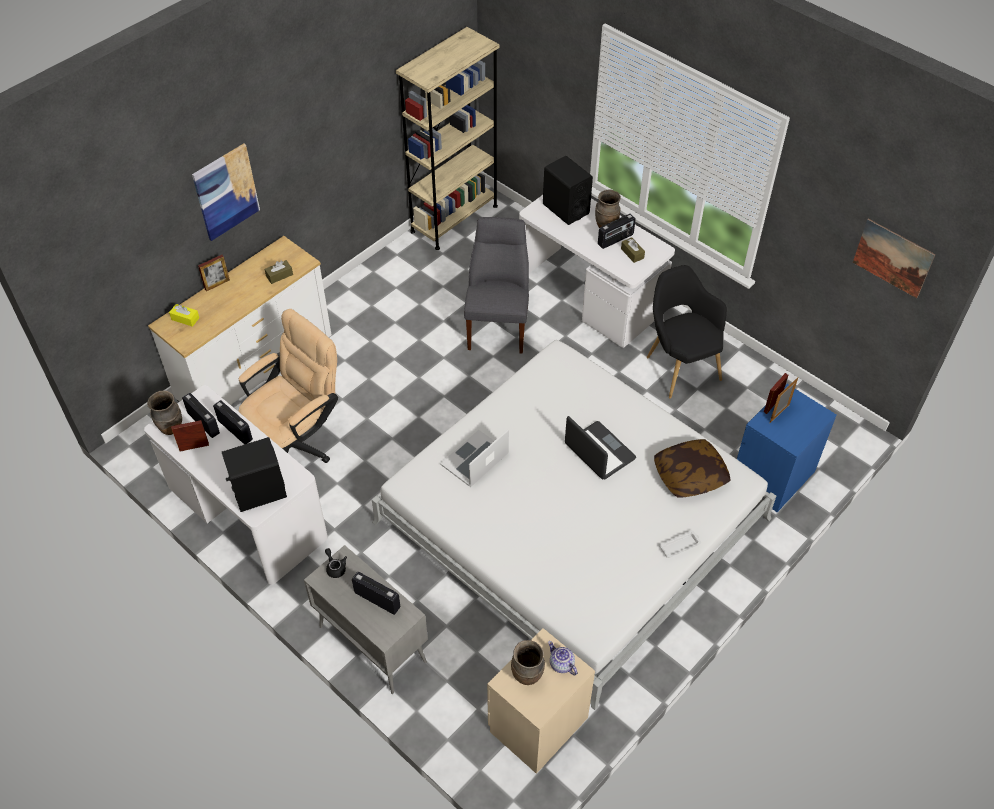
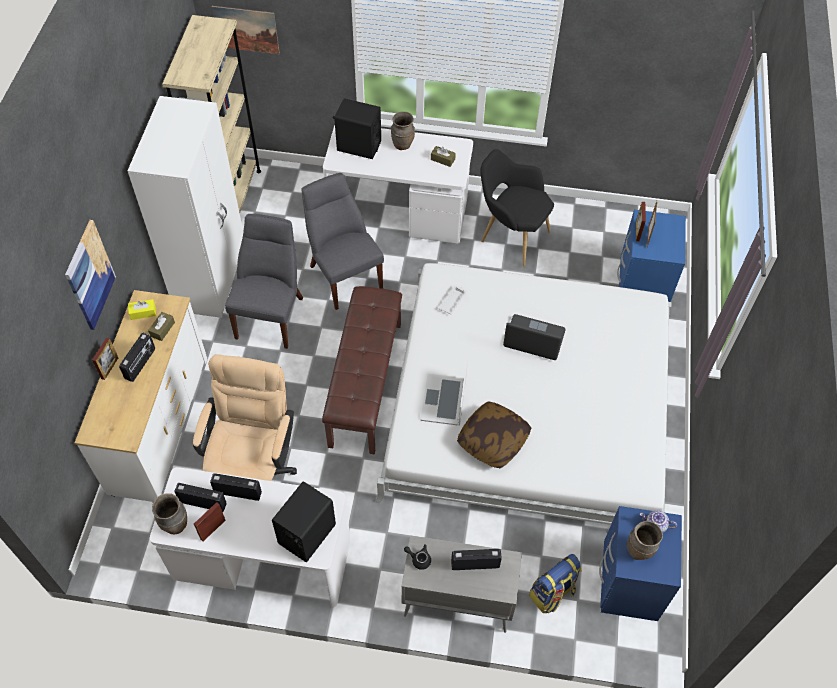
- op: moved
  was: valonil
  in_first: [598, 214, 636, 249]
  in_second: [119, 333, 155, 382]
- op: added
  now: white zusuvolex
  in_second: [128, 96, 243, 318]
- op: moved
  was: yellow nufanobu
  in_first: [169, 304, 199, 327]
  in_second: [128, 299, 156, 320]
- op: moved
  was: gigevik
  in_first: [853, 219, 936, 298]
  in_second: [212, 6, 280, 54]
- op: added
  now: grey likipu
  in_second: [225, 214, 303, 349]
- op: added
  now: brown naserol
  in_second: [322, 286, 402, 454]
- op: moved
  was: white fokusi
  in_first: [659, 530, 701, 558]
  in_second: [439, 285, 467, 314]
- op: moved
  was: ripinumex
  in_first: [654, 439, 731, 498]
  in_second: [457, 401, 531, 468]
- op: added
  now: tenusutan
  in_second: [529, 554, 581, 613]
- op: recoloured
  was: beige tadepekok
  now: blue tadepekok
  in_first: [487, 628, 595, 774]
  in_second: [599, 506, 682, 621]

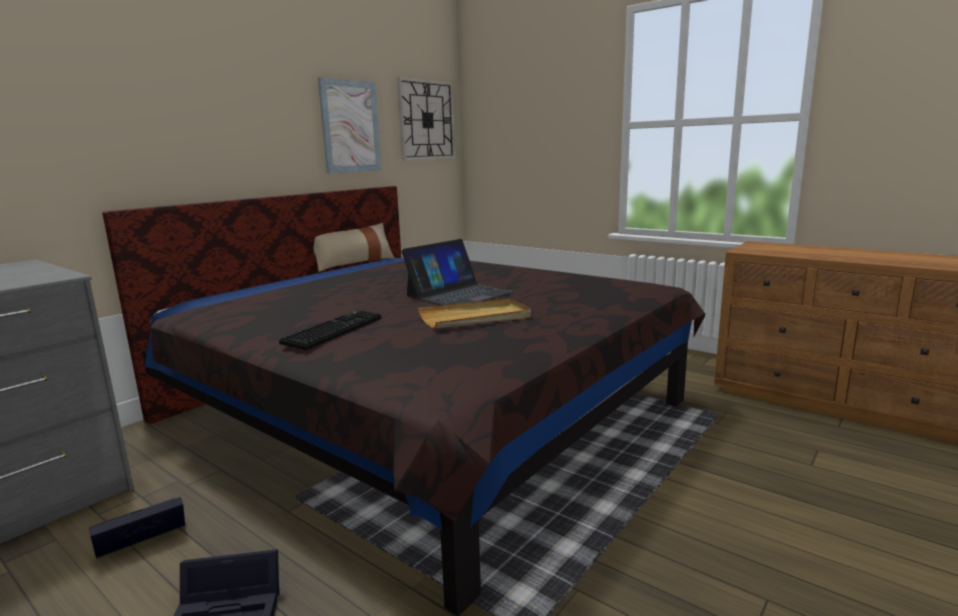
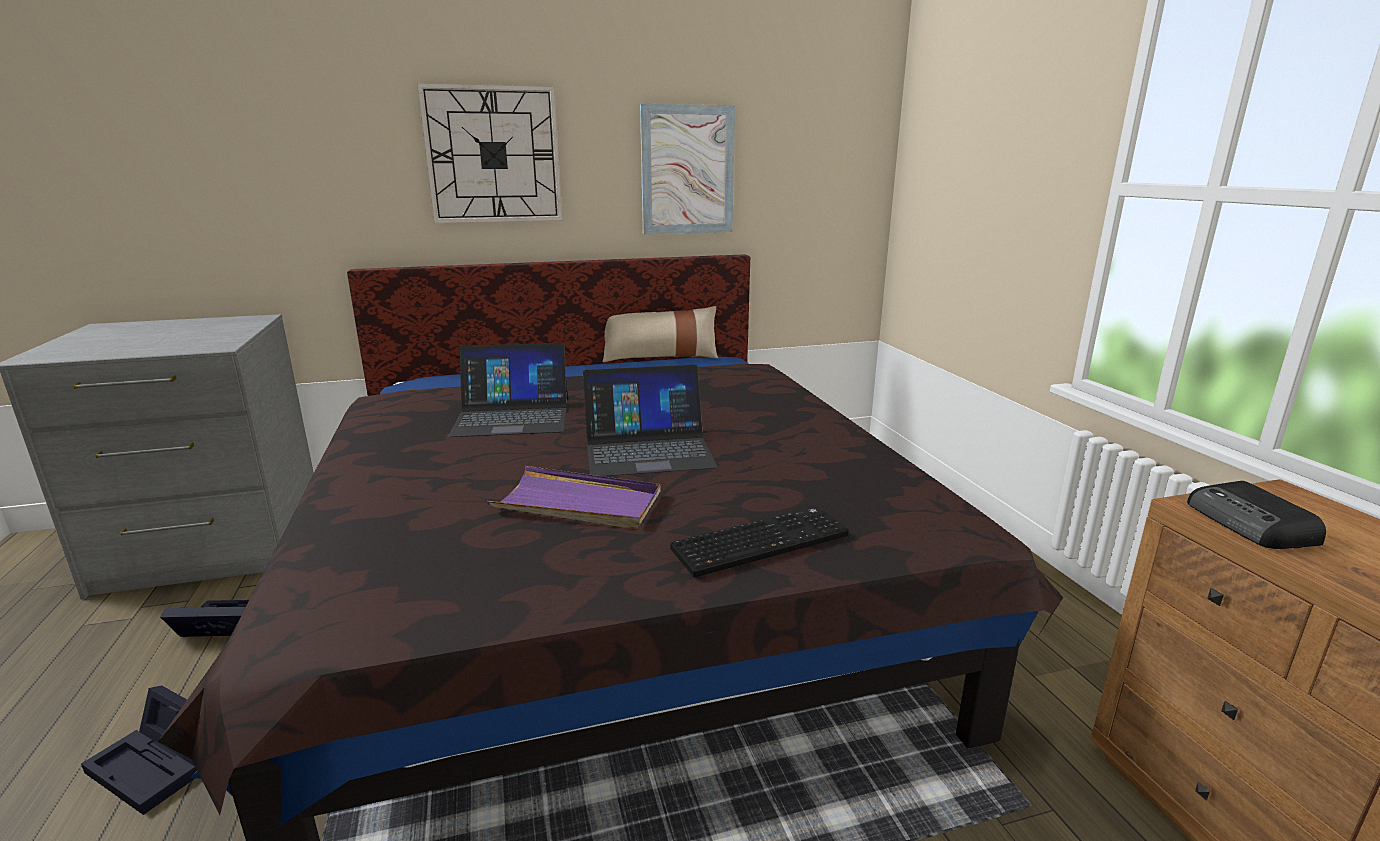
- op: moved
  was: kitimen
  in_first: [397, 77, 455, 160]
  in_second: [417, 83, 562, 223]
- op: added
  now: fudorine
  in_second: [448, 343, 568, 437]
- op: recoloured
  was: beige fokusi
  now: purple fokusi
  in_first: [418, 298, 531, 328]
  in_second: [487, 466, 661, 529]
- op: moved
  was: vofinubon
  in_first: [279, 310, 382, 350]
  in_second: [670, 507, 849, 577]
- op: added
  now: valonil
  in_second: [1187, 481, 1326, 549]

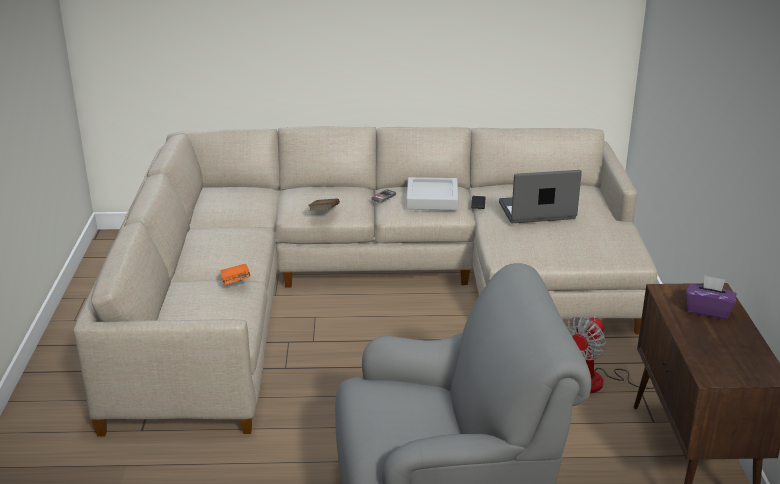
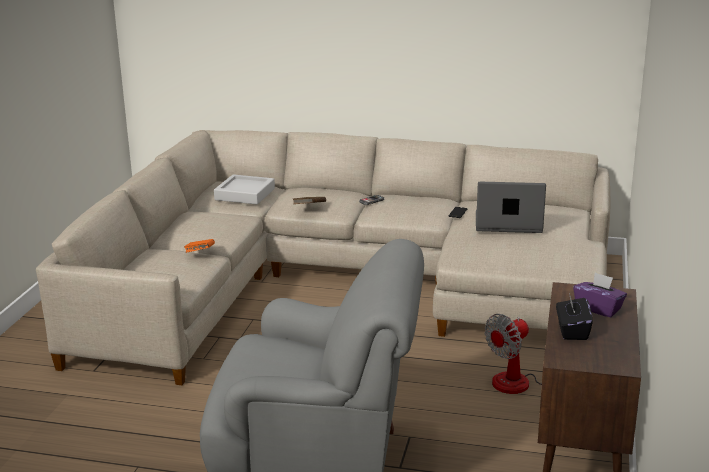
- op: moved
  was: grey fokusi
  in_first: [406, 177, 458, 210]
  in_second: [214, 174, 275, 205]
- op: added
  now: black nufanobu
  in_second: [556, 293, 593, 340]

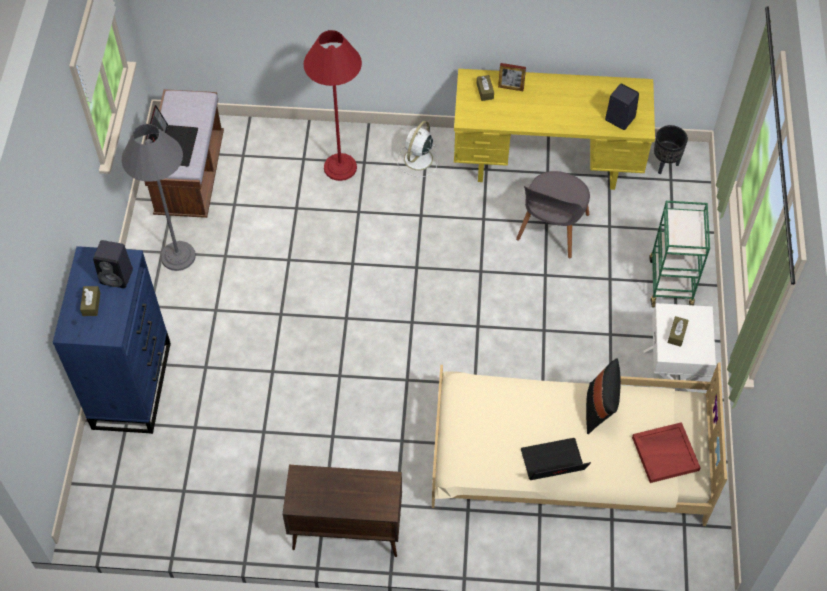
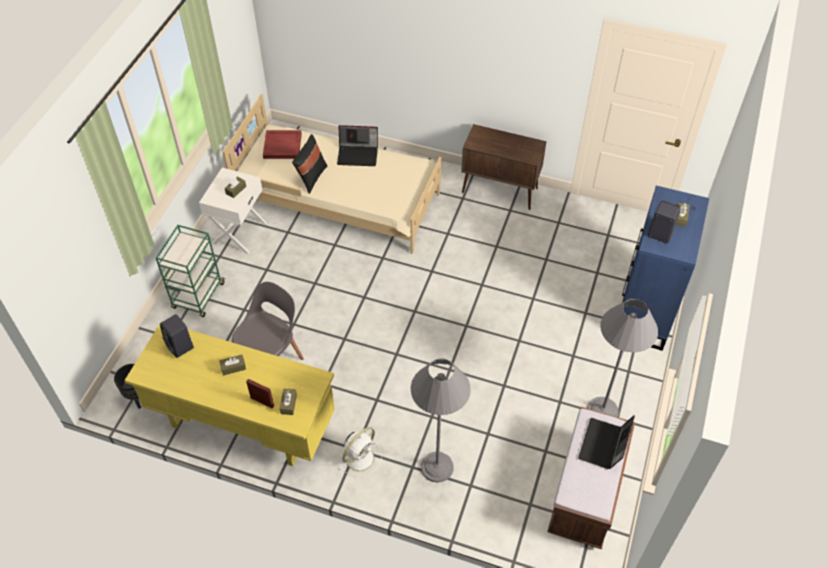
- op: added
  now: brown nufanobu
  in_second: [219, 355, 246, 376]
- op: recoloured
  was: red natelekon
  now: grey natelekon
  in_first: [304, 30, 362, 181]
  in_second: [411, 359, 471, 483]

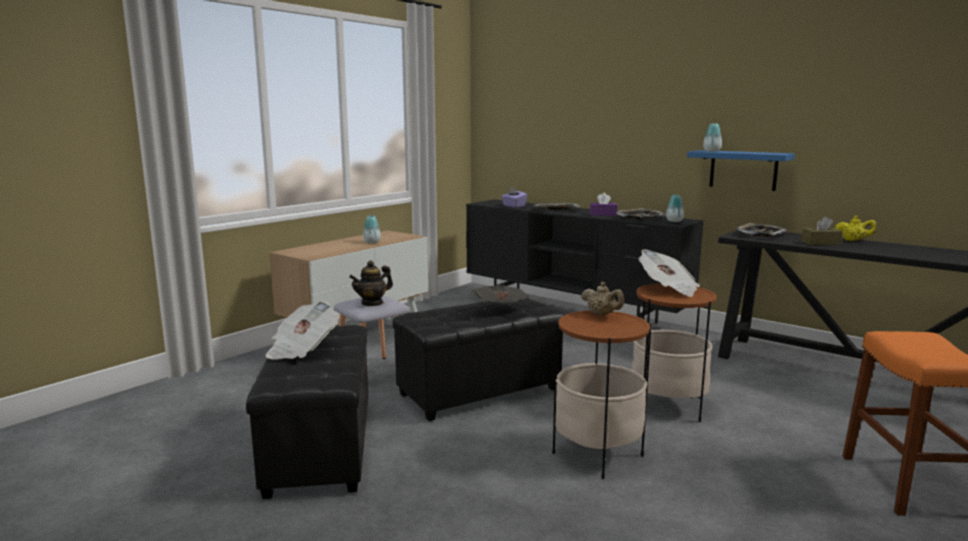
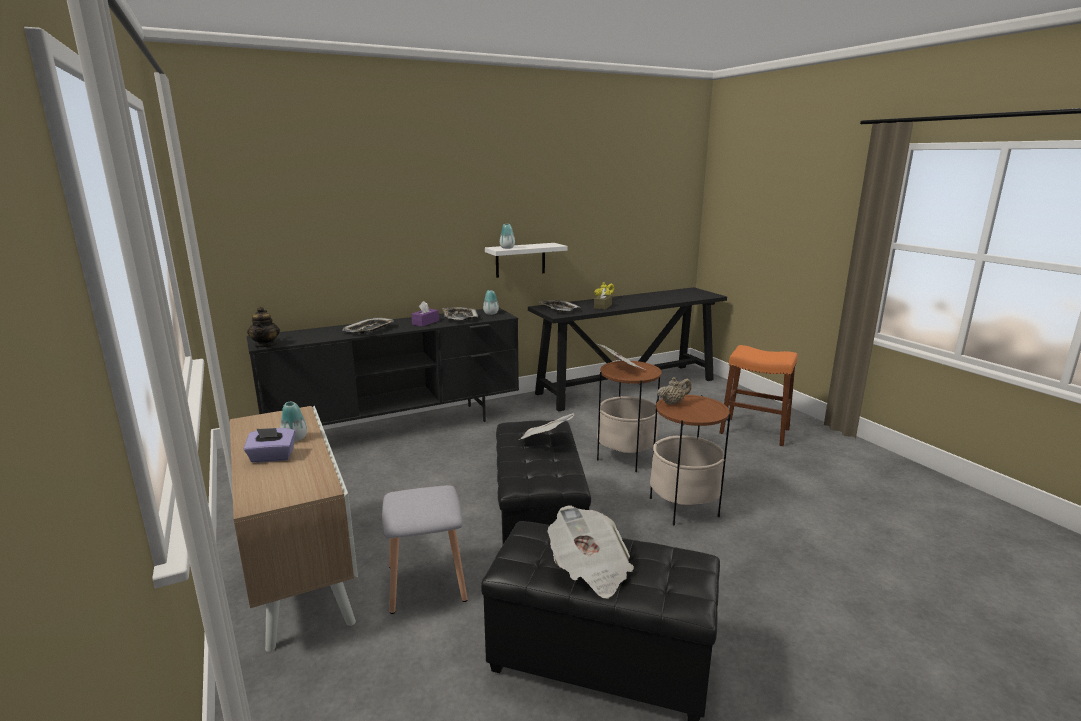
- op: moved
  was: purple nufanobu
  in_first: [501, 187, 527, 208]
  in_second: [244, 428, 295, 463]
- op: moved
  was: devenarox
  in_first: [349, 261, 393, 306]
  in_second: [247, 307, 280, 348]
- op: recoloured
  was: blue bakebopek
  now: white bakebopek
  in_first: [687, 150, 795, 191]
  in_second: [485, 243, 567, 278]

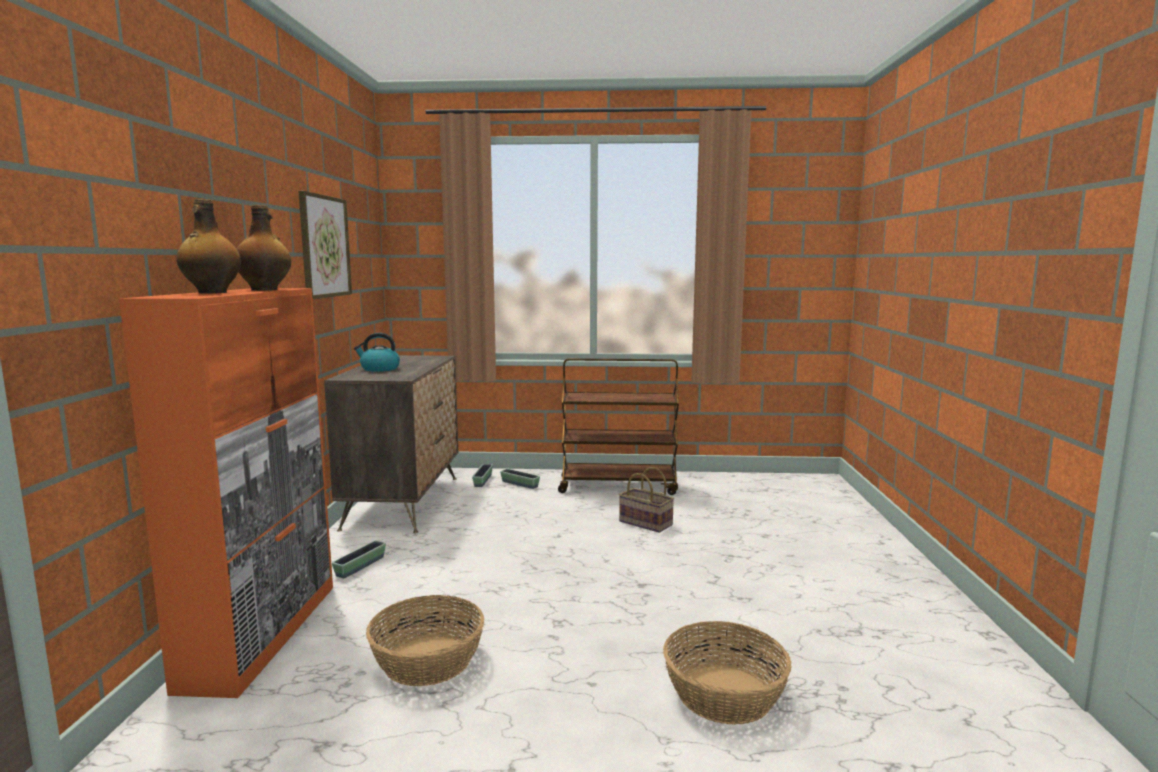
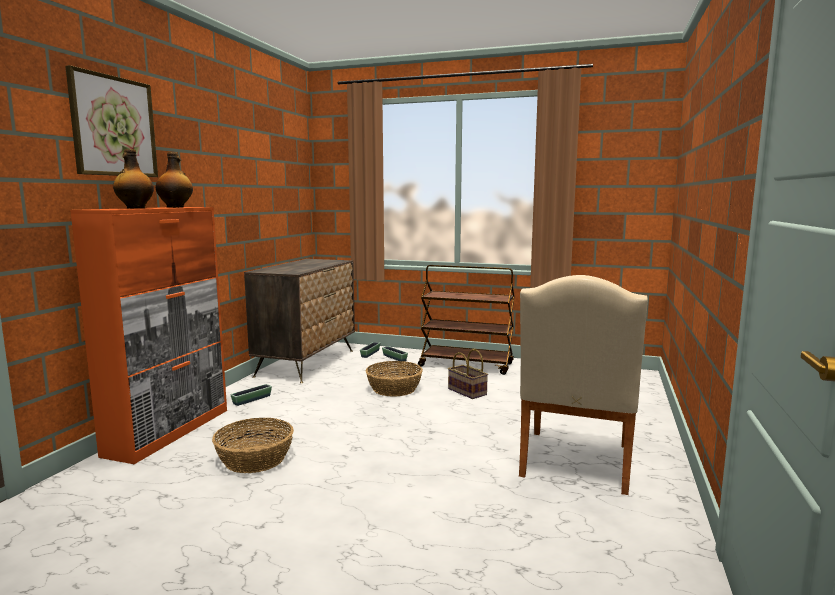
- op: moved
  was: gigevik
  in_first: [299, 191, 352, 299]
  in_second: [65, 65, 158, 177]
- op: moved
  was: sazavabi
  in_first: [663, 621, 792, 725]
  in_second: [366, 361, 423, 397]
- op: added
  now: beige likipu
  in_second: [519, 275, 648, 495]
- op: removed
  was: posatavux
  in_first: [354, 333, 400, 372]

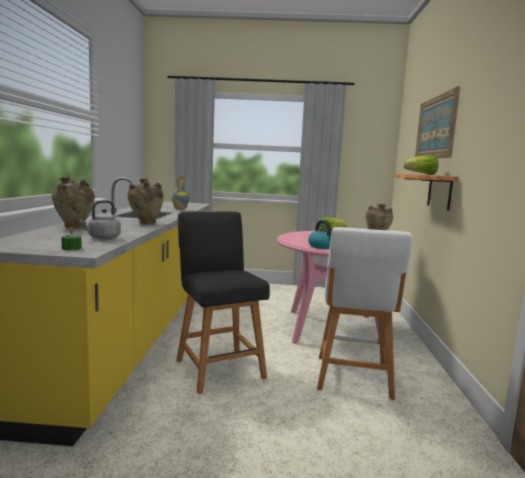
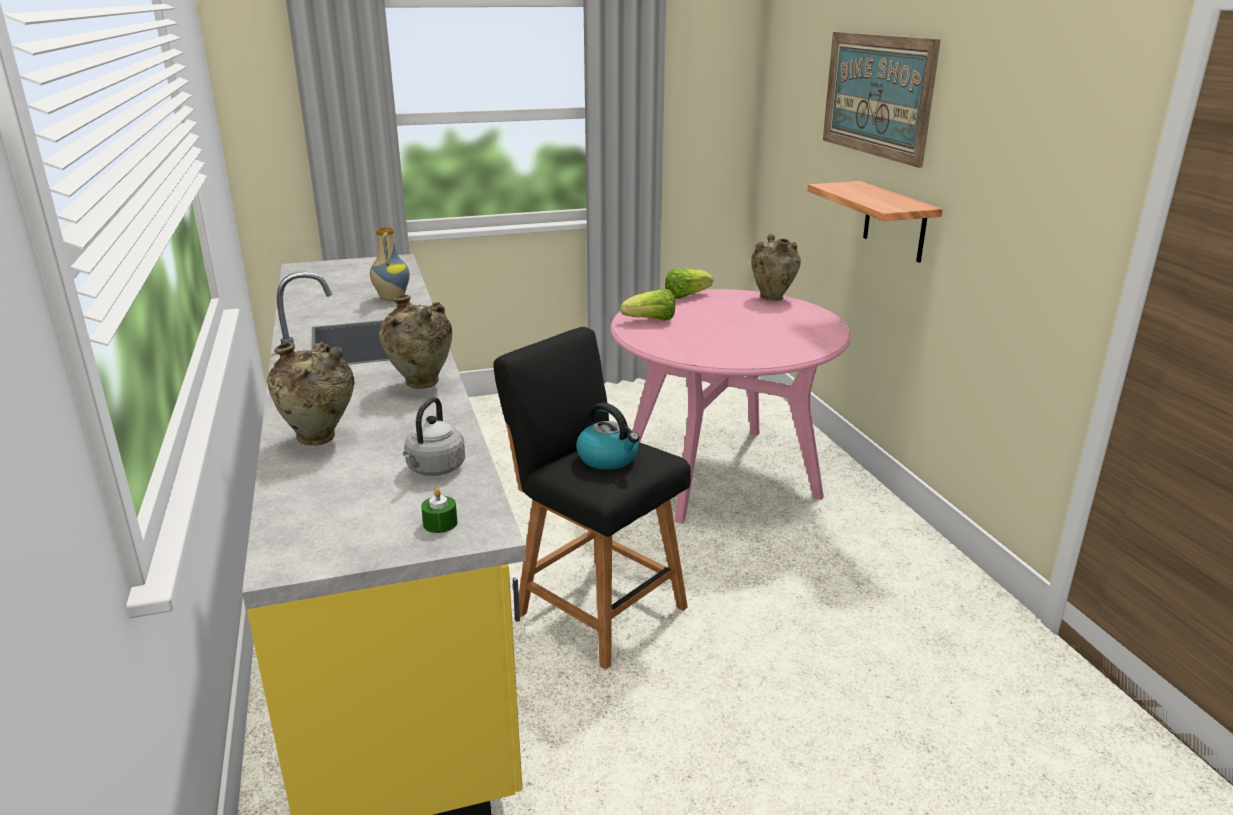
- op: moved
  was: posatavux
  in_first: [308, 220, 332, 249]
  in_second: [576, 403, 639, 470]
- op: moved
  was: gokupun
  in_first: [404, 155, 439, 175]
  in_second: [621, 289, 675, 321]
- op: removed
  was: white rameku
  in_first: [317, 227, 413, 400]

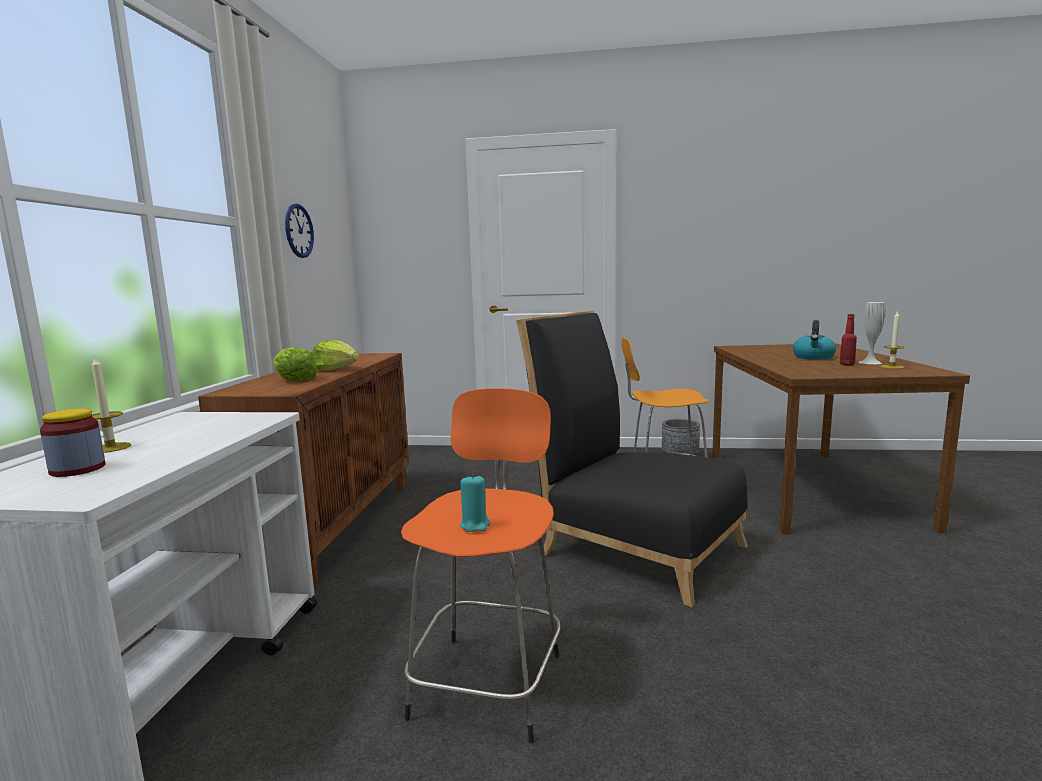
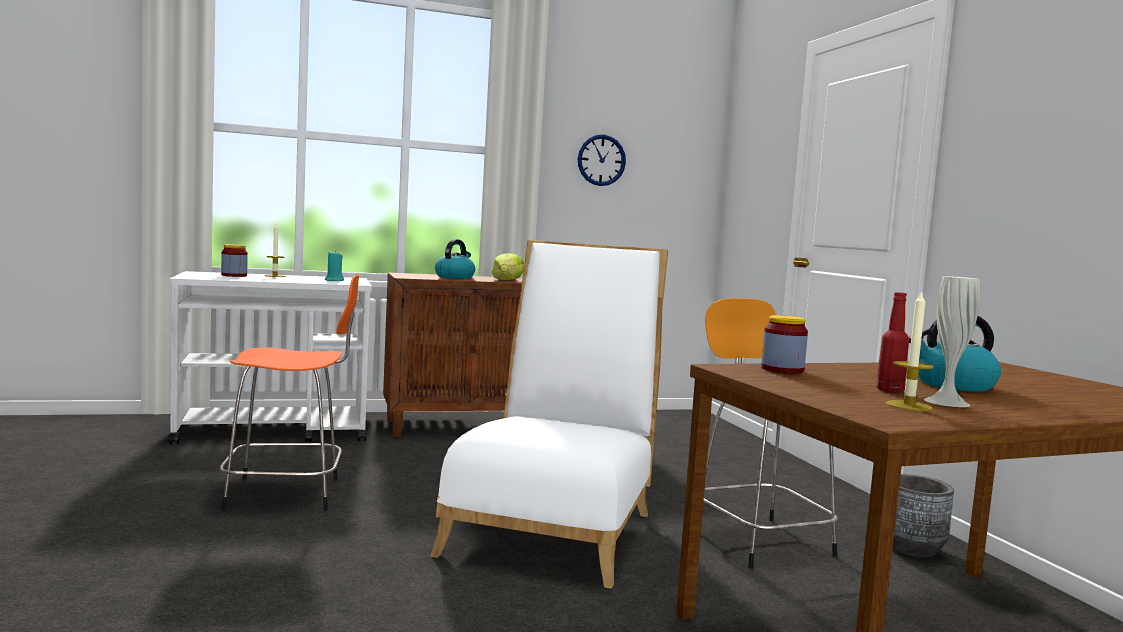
- op: moved
  was: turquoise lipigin
  in_first: [460, 474, 490, 532]
  in_second: [325, 250, 344, 281]
- op: recoloured
  was: black likipu
  now: white likipu
  in_first: [516, 310, 748, 607]
  in_second: [430, 240, 668, 589]
- op: replaced
  was: gokupun
  now: posatavux
  in_first: [274, 348, 318, 381]
  in_second: [435, 239, 475, 279]
- op: added
  now: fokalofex
  in_second: [761, 315, 808, 374]

